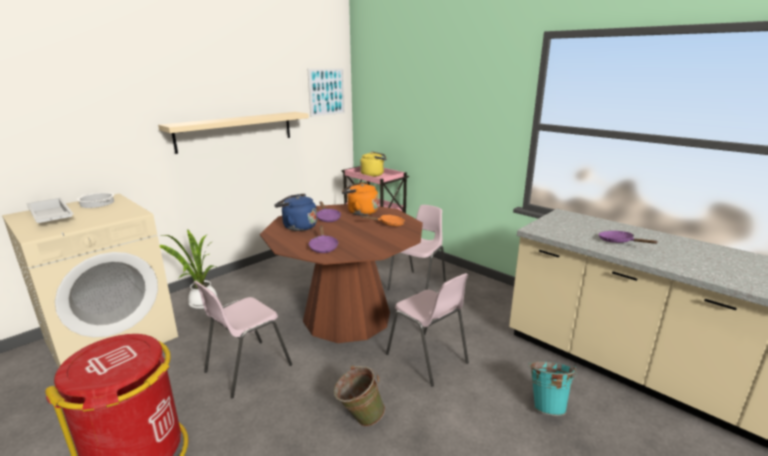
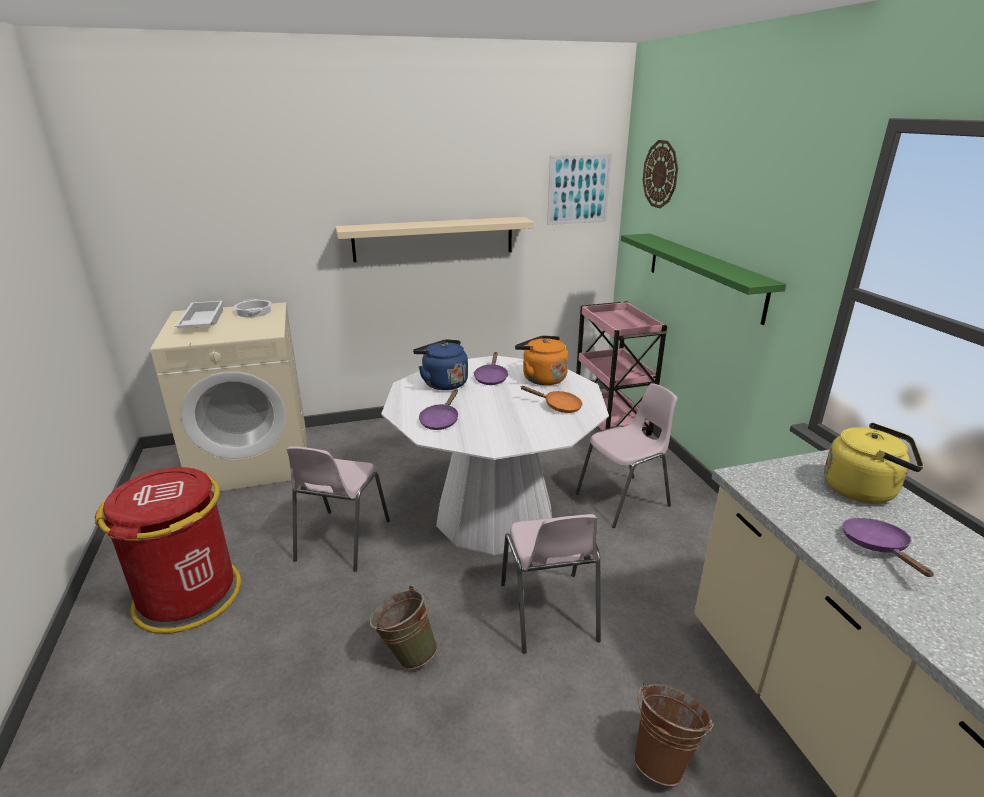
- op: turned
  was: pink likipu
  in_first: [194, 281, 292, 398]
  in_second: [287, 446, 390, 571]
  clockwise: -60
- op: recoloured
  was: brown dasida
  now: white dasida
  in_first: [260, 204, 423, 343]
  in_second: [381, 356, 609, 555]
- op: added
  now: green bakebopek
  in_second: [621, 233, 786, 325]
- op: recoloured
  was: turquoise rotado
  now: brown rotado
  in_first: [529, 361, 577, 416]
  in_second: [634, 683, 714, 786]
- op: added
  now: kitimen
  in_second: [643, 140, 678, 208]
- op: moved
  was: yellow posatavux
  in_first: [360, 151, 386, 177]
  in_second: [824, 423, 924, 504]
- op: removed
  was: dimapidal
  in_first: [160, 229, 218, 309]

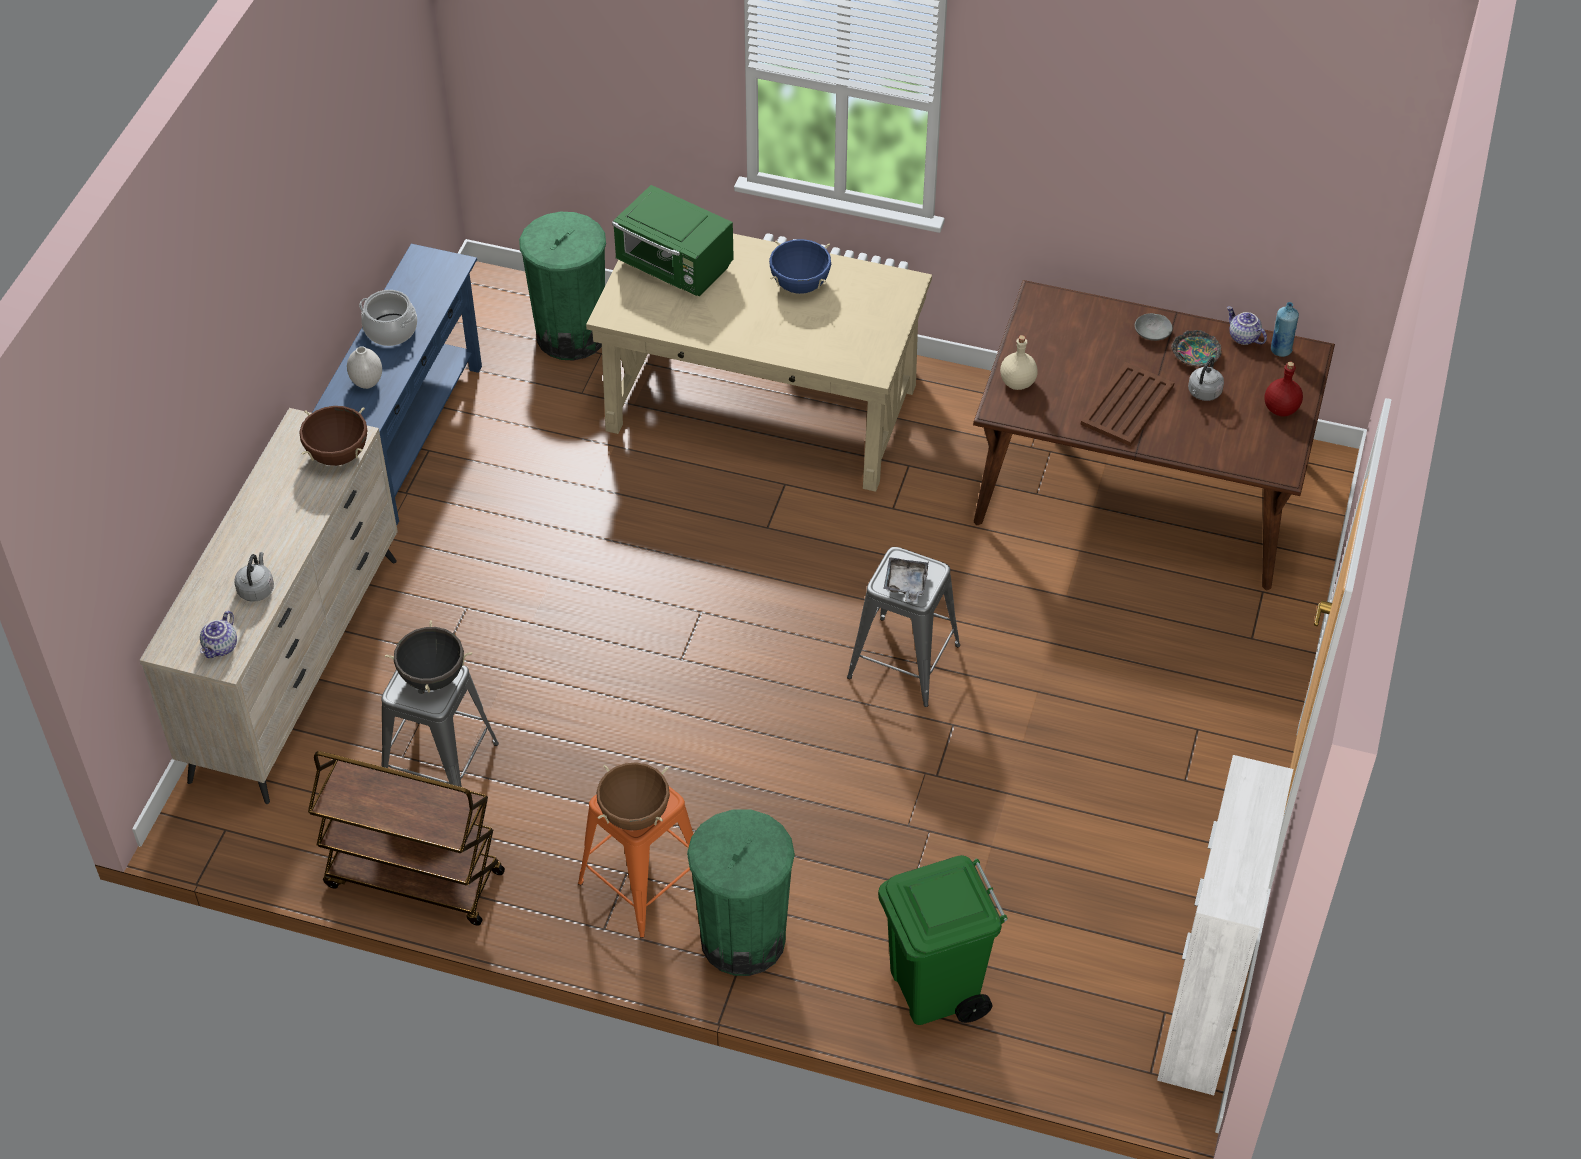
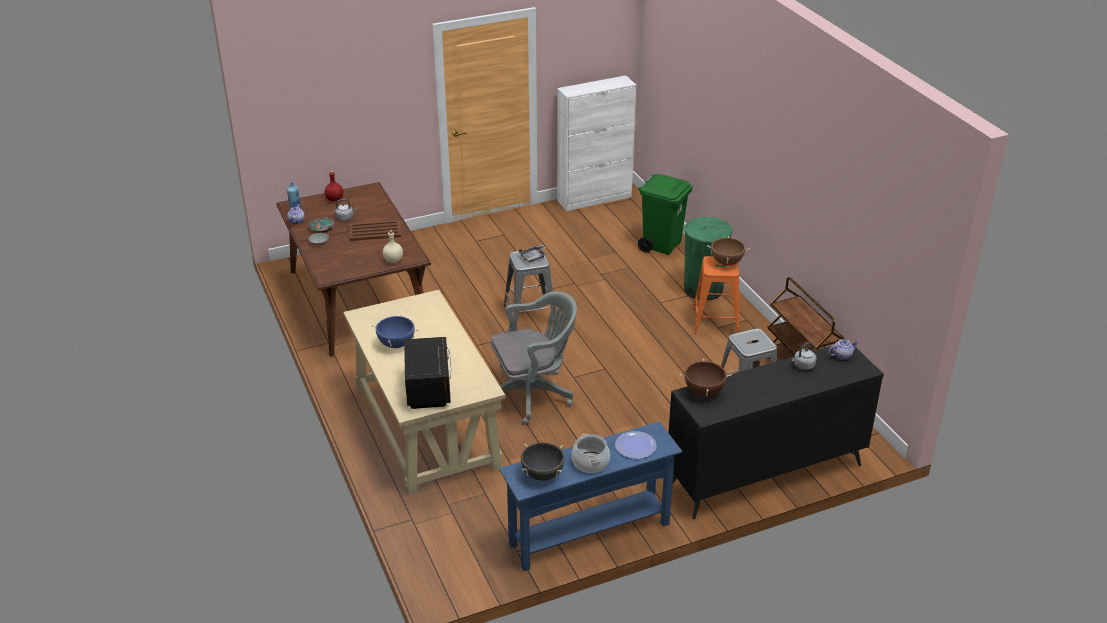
- op: recoloured
  was: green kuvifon
  now: black kuvifon
  in_first: [612, 185, 734, 296]
  in_second: [404, 337, 451, 409]
- op: added
  now: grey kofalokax
  in_second: [490, 291, 577, 424]
- op: moved
  was: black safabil
  in_first: [385, 620, 472, 692]
  in_second: [521, 442, 565, 481]
- op: replaced
  was: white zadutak
  now: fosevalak
  in_first: [347, 346, 382, 389]
  in_second: [615, 431, 657, 459]
- op: recoloured
  was: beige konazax
  now: black konazax
  in_first: [140, 408, 398, 804]
  in_second: [668, 343, 884, 519]
- op: removed
  was: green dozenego
  in_first: [519, 212, 606, 360]

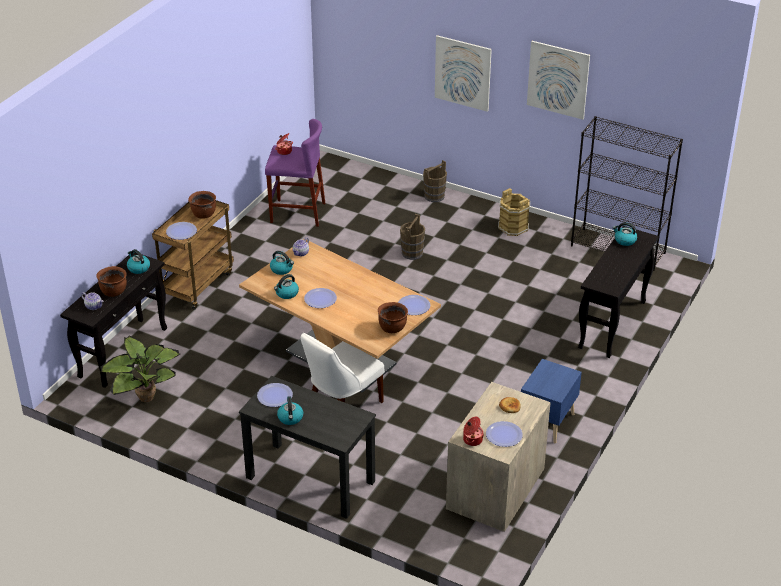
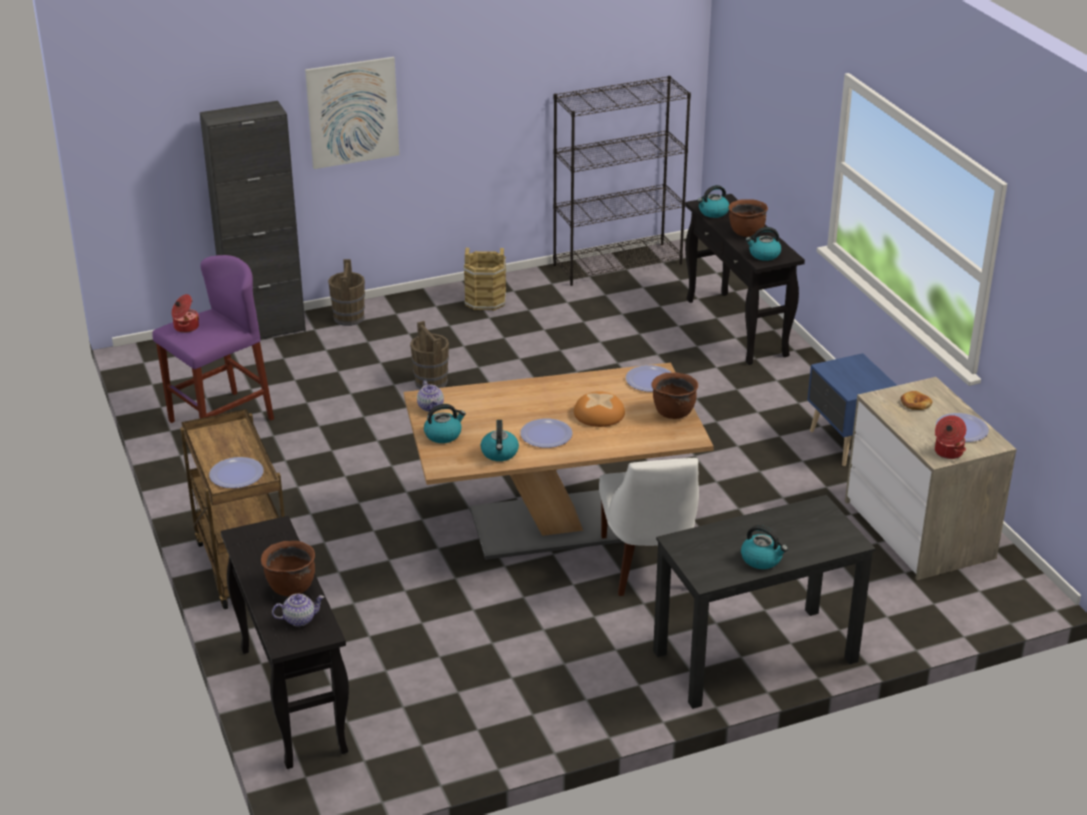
- op: added
  now: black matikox
  in_second: [200, 101, 306, 339]
- op: added
  now: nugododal
  in_second: [574, 391, 625, 427]
- op: moved
  was: brown safabil
  in_first: [188, 191, 216, 219]
  in_second: [728, 199, 768, 237]
- op: moved
  was: posatavux
  in_first: [127, 249, 150, 274]
  in_second: [745, 227, 781, 261]
- op: removed
  was: dimapidal
  in_first: [101, 336, 180, 402]
- op: removed
  was: fosevalak
  in_first: [257, 383, 293, 407]
- op: removed
  was: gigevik
  in_first: [527, 41, 590, 120]

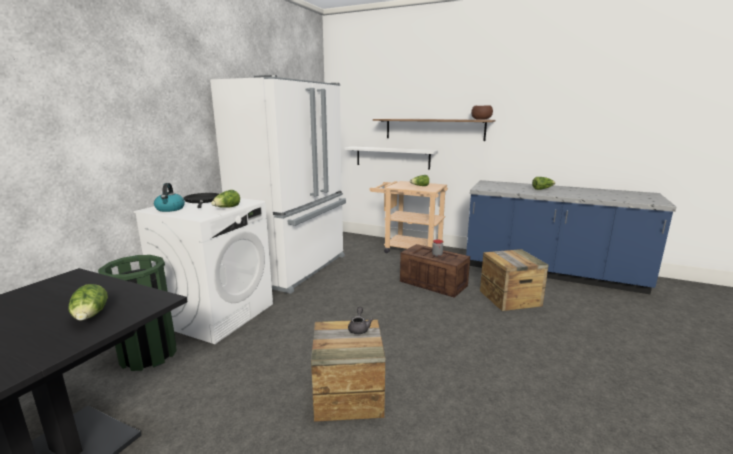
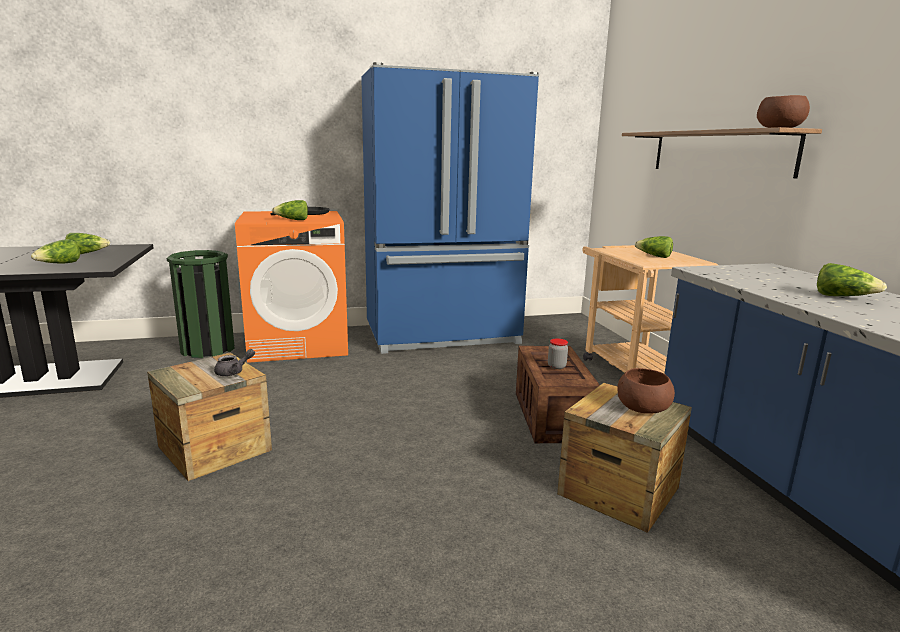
- op: added
  now: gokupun
  in_second: [65, 233, 110, 254]
- op: recoloured
  was: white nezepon
  now: orange nezepon
  in_first: [133, 198, 273, 344]
  in_second: [235, 211, 348, 363]
- op: recoloured
  was: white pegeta
  now: blue pegeta
  in_first: [210, 75, 346, 294]
  in_second: [361, 62, 539, 354]
- op: added
  now: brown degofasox
  in_second: [617, 368, 675, 414]
- op: removed
  was: posatavux
  in_first: [154, 183, 185, 212]
- op: removed
  was: white bakebopek
  in_first: [345, 146, 438, 170]

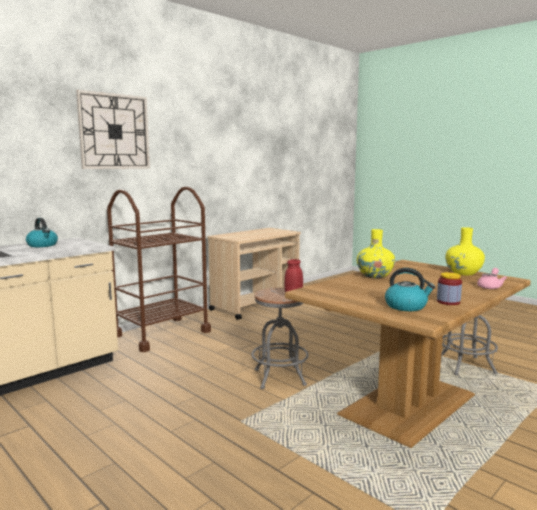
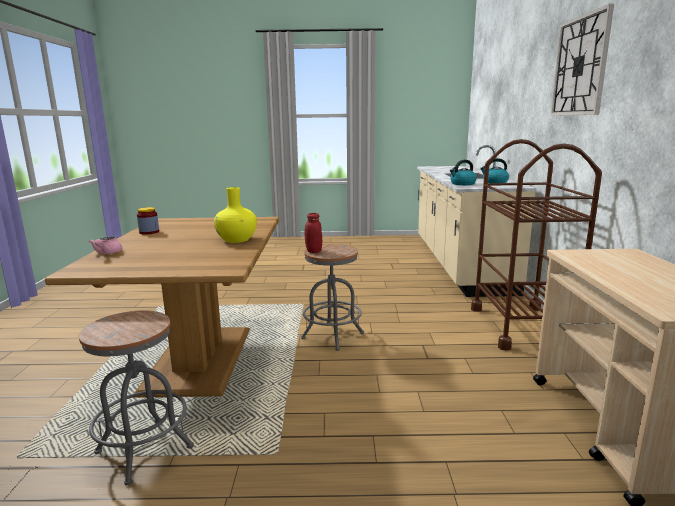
- op: moved
  was: posatavux
  in_first: [385, 268, 435, 311]
  in_second: [450, 160, 477, 185]
- op: removed
  was: yellow zadutak
  in_first: [445, 227, 485, 275]

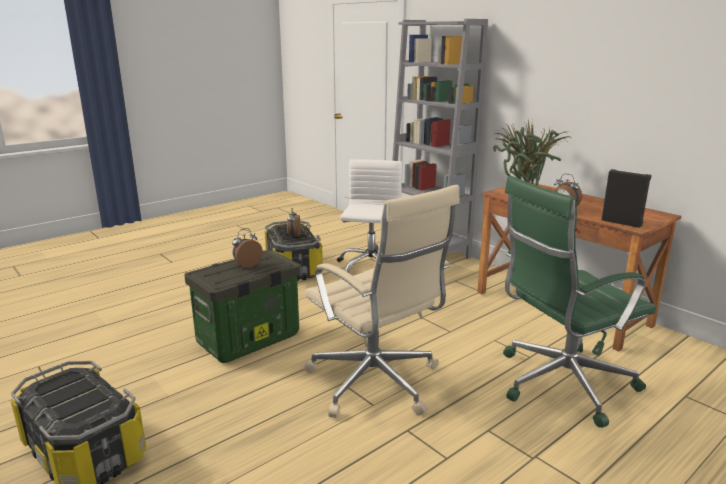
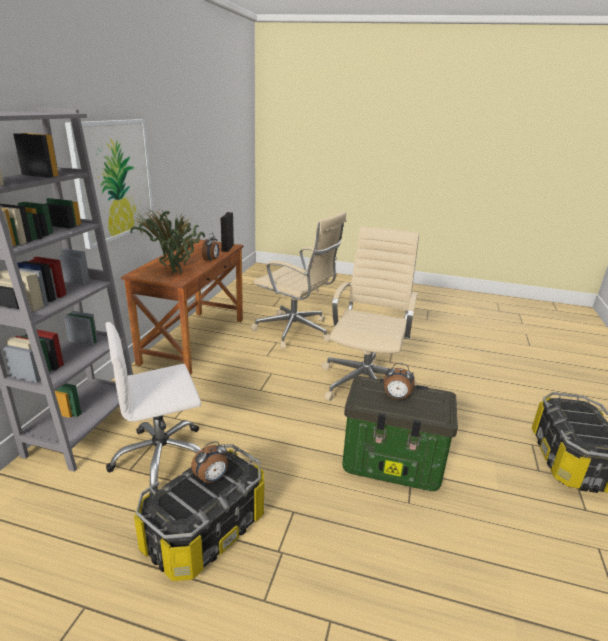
- op: added
  now: gigevik
  in_second: [65, 119, 154, 249]
- op: recoloured
  was: green kofalokax
  now: beige kofalokax
  in_first: [503, 176, 657, 428]
  in_second: [251, 211, 346, 349]

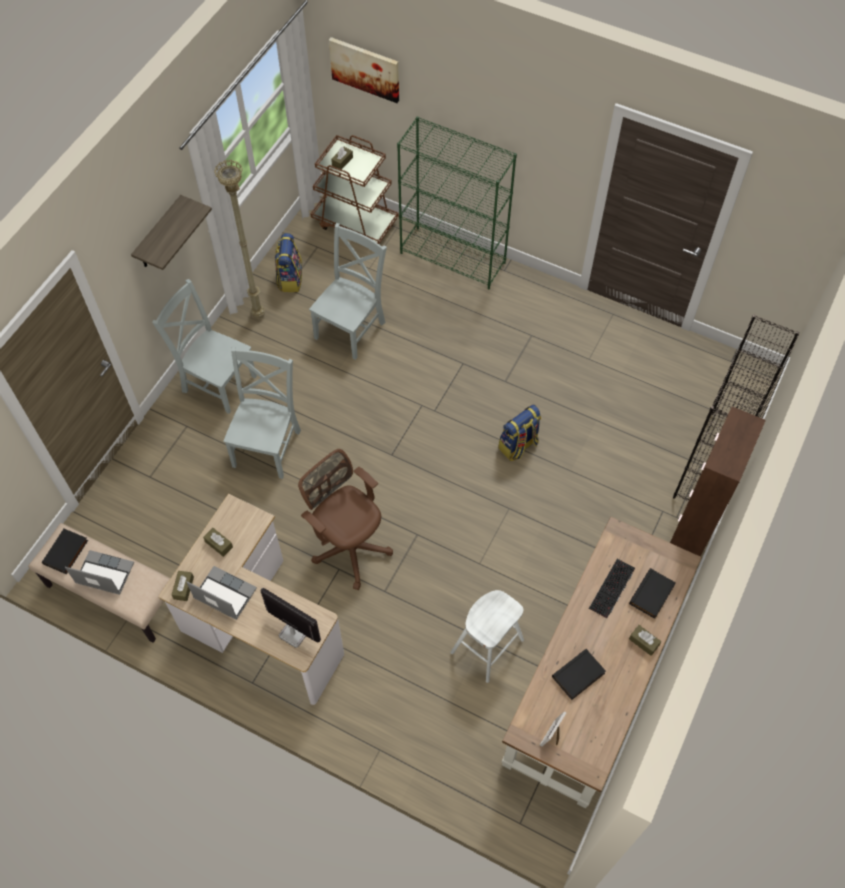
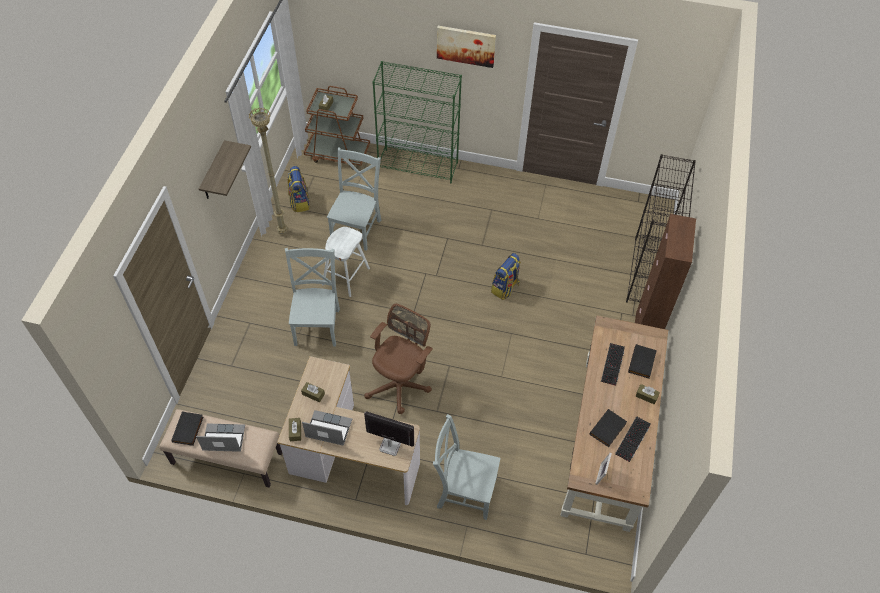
- op: moved
  was: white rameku
  in_first: [450, 590, 524, 683]
  in_second: [322, 227, 370, 297]
- op: turned
  was: brown kofalokax
  in_first: [298, 449, 393, 590]
  in_second: [364, 304, 433, 414]
  clockwise: 90
- op: moved
  was: grey likipu
  in_first: [152, 279, 257, 414]
  in_second: [433, 414, 500, 520]
- op: moved
  was: gigevik
  in_first: [329, 37, 399, 103]
  in_second: [437, 26, 496, 68]
- op: added
  now: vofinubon
  in_second: [615, 416, 651, 462]

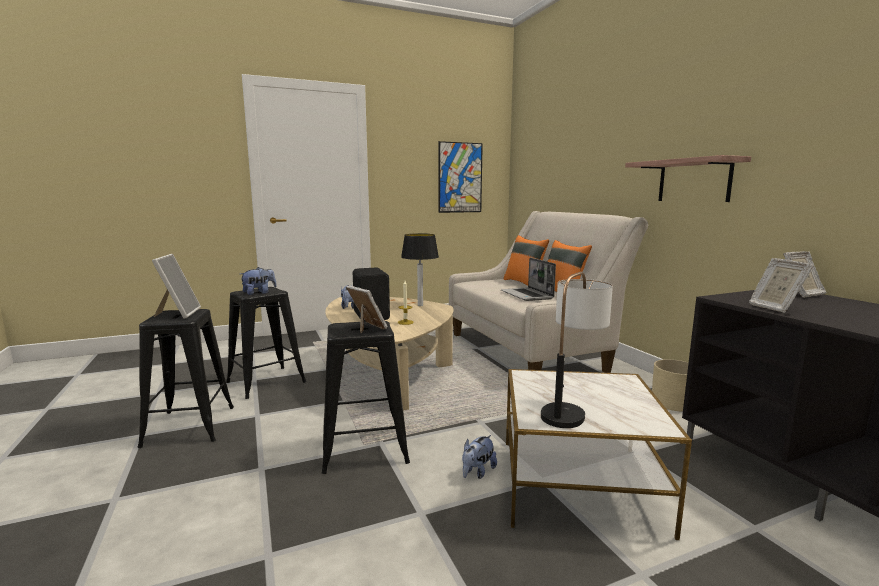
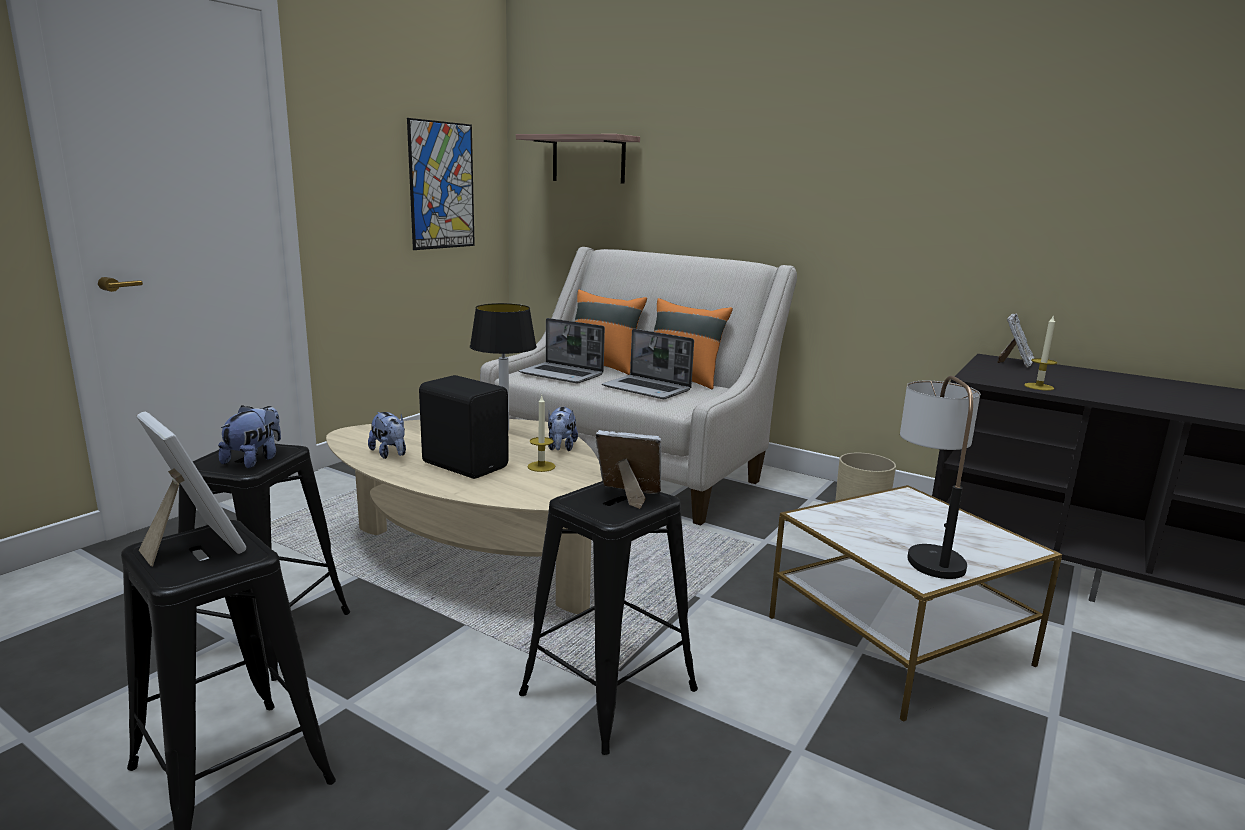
- op: moved
  was: bakebopek
  in_first: [625, 155, 751, 202]
  in_second: [516, 134, 640, 184]
- op: added
  now: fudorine
  in_second: [519, 318, 605, 383]
- op: moved
  was: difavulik
  in_first: [462, 435, 497, 479]
  in_second: [548, 407, 578, 451]
- op: replaced
  was: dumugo
  now: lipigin
  in_first: [749, 258, 814, 313]
  in_second: [1024, 316, 1057, 391]

